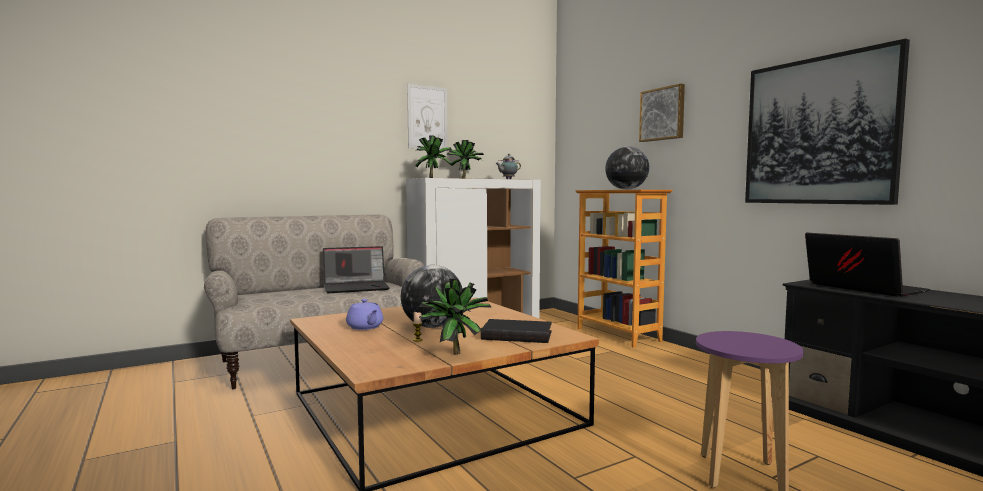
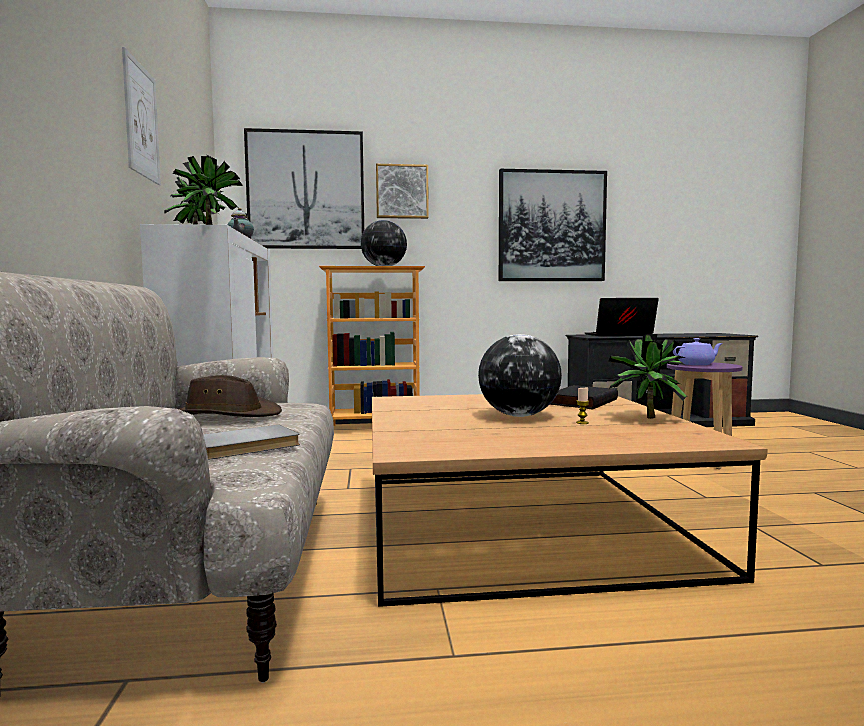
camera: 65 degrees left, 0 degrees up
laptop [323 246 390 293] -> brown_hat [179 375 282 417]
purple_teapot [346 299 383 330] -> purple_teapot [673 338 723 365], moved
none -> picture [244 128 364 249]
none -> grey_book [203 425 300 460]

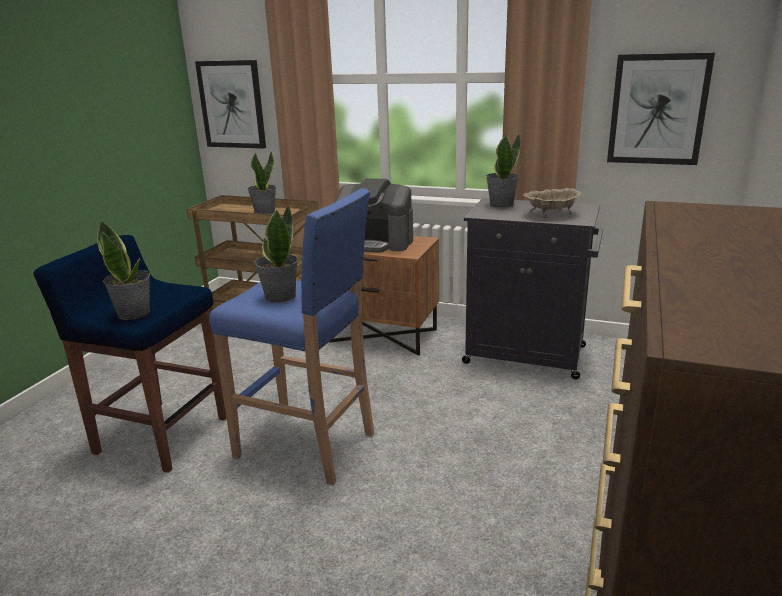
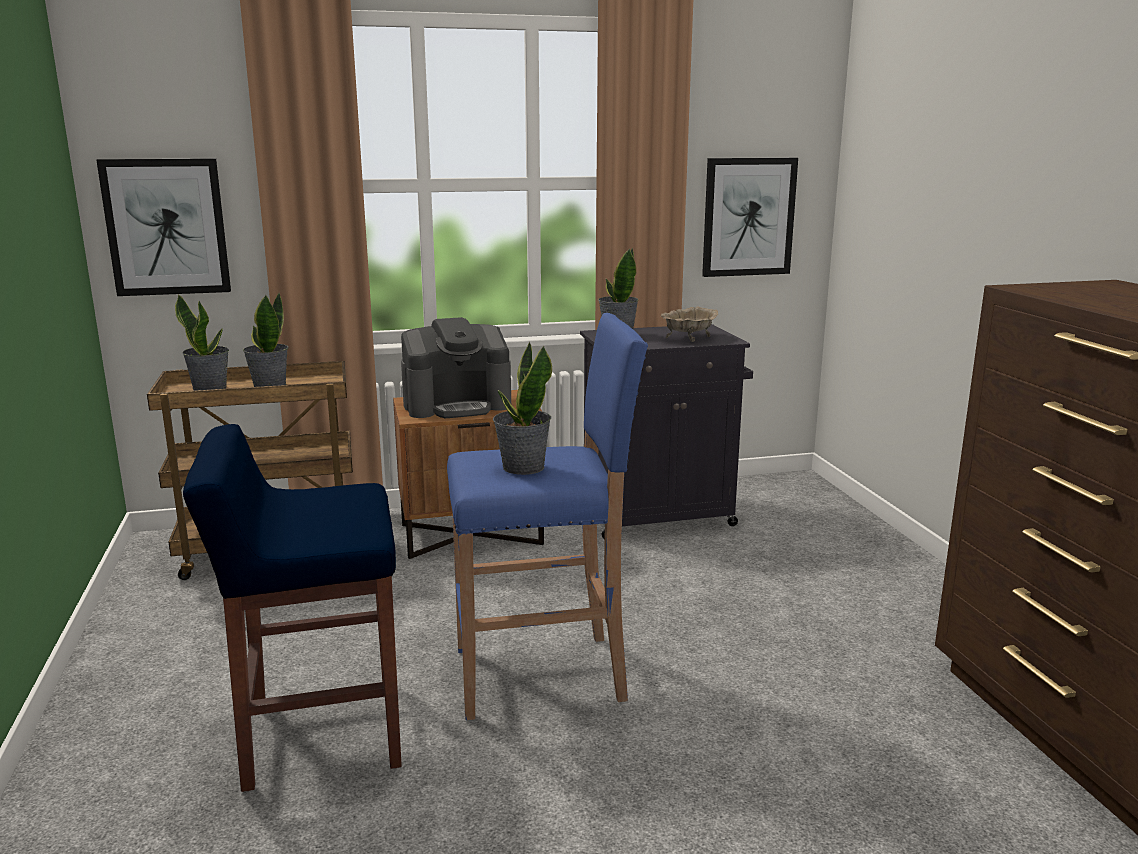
camera: 35 degrees left, 5 degrees down
potted_plant [97 220 150 320] -> potted_plant [175 294 229 391], moved

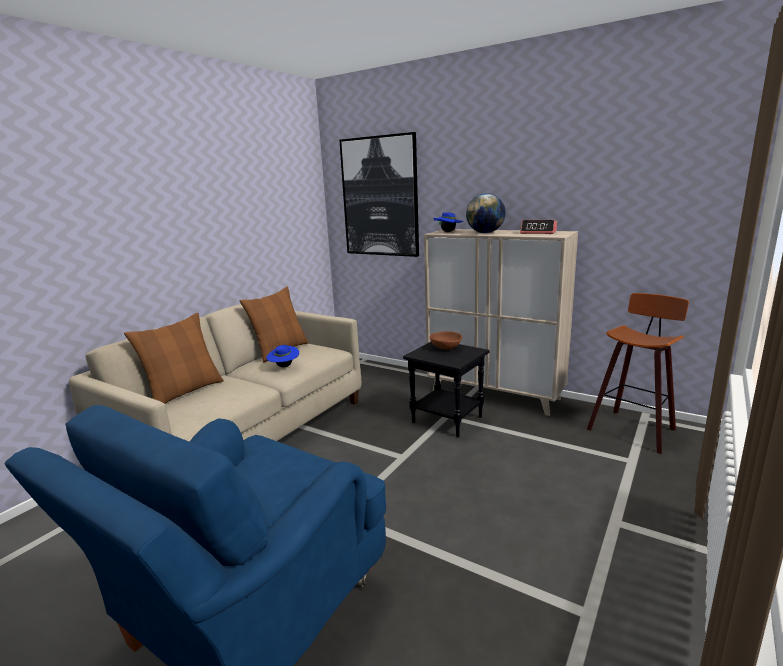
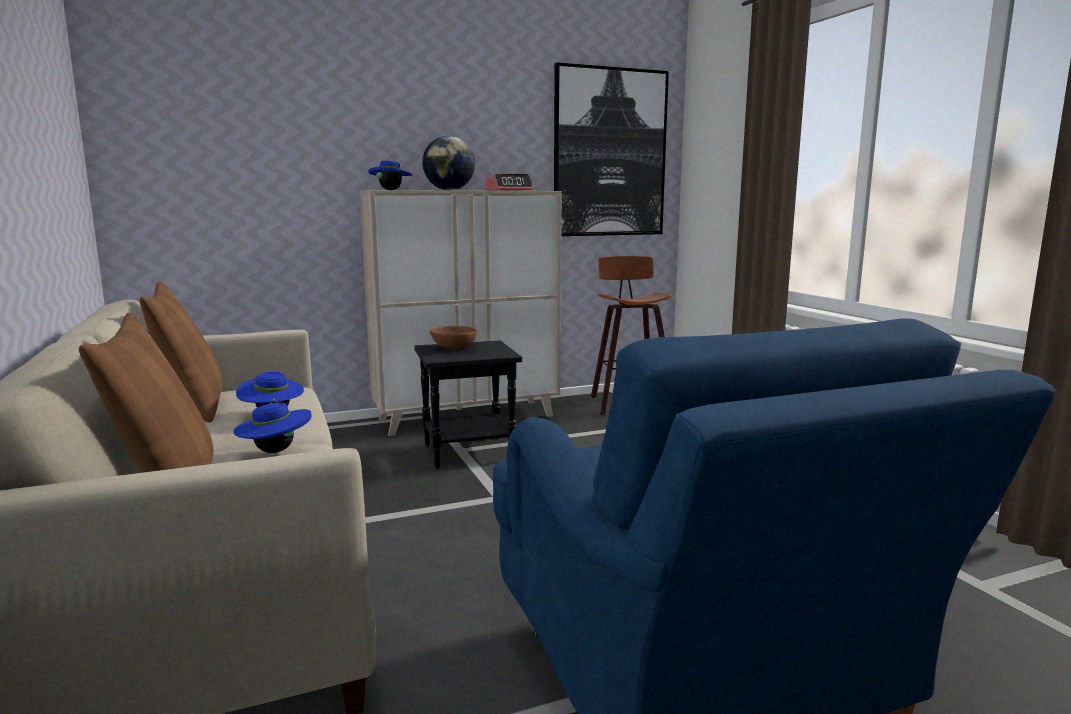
camera: 55 degrees left, 5 degrees down
picture [339 132 419 257] -> picture [554 63 669 236], moved
none -> blue_hat [233 398 312 453]

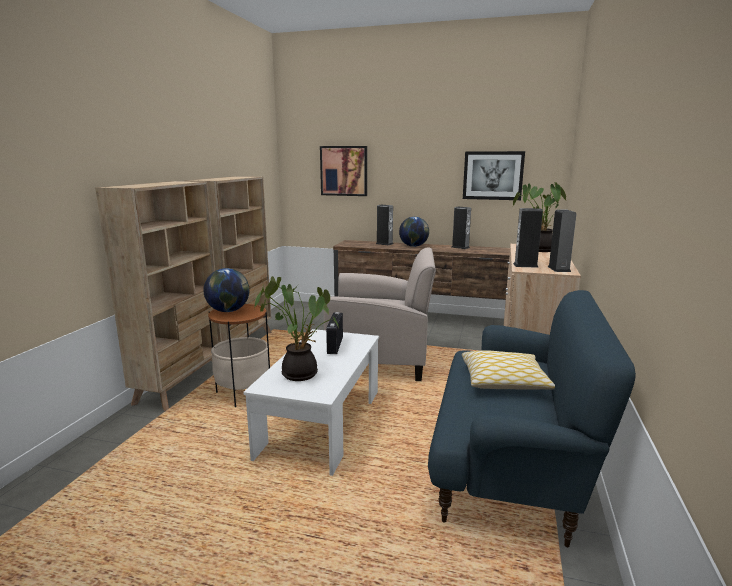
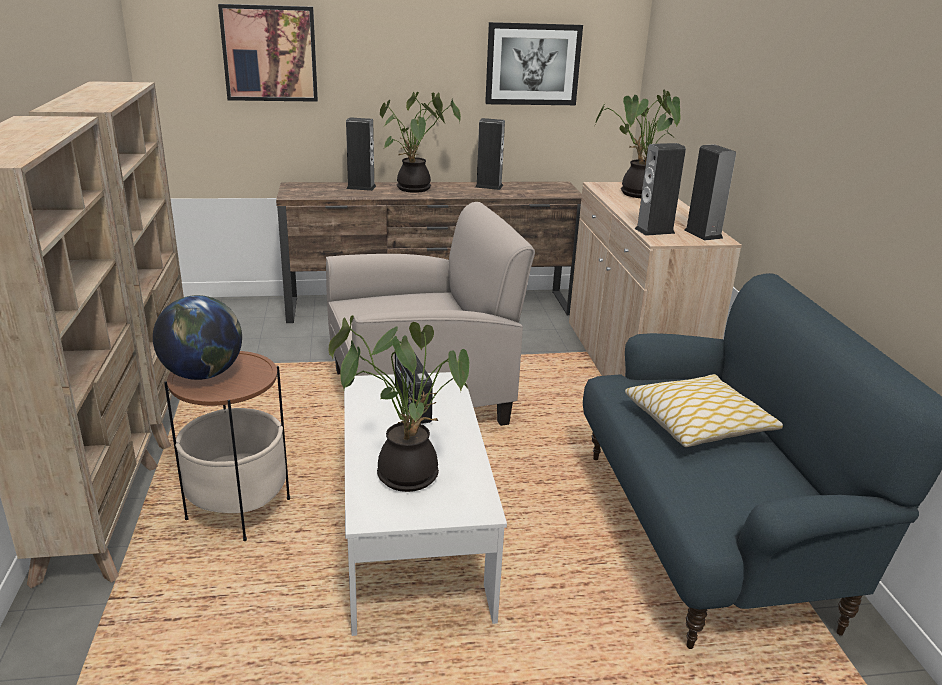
camera: 25 degrees left, 10 degrees up
globe [399 217 429 247] -> potted_plant [380 92 461 193]

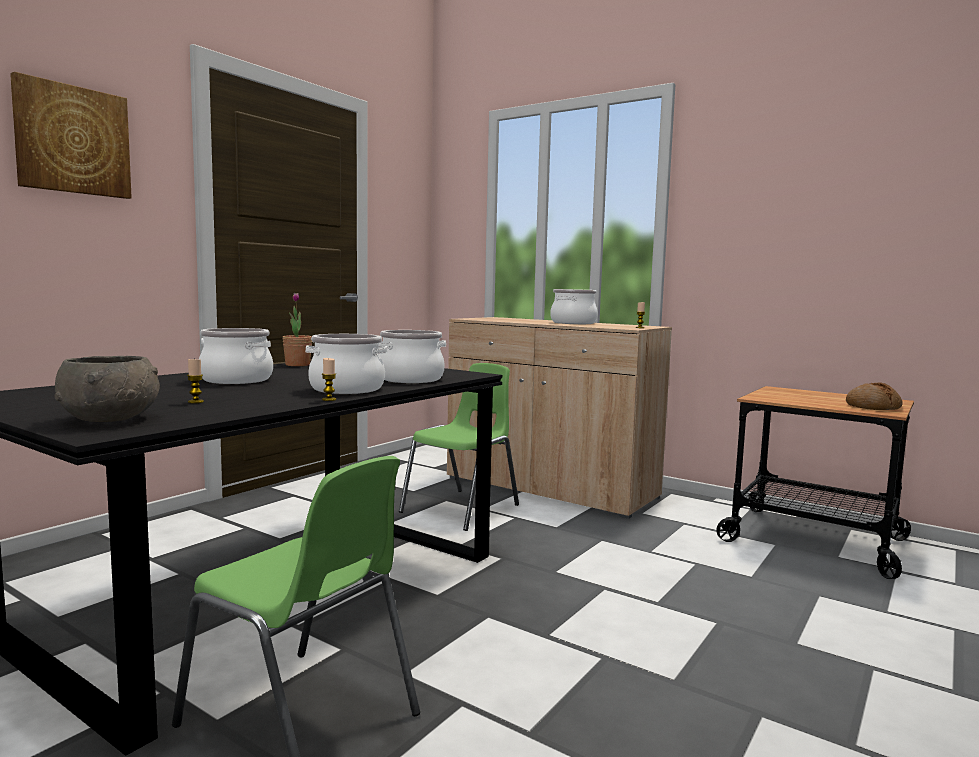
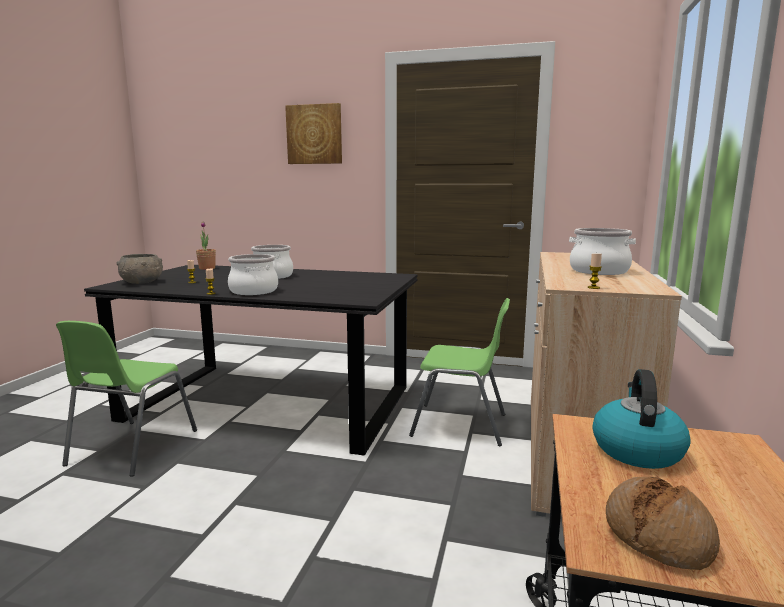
camera: 70 degrees right, 5 degrees up
potted_plant [282 293 312 366] -> potted_plant [196 221 216 270], moved
cooking_pot [379 330 446 383] -> none
none -> kettle [593 369 691 469]

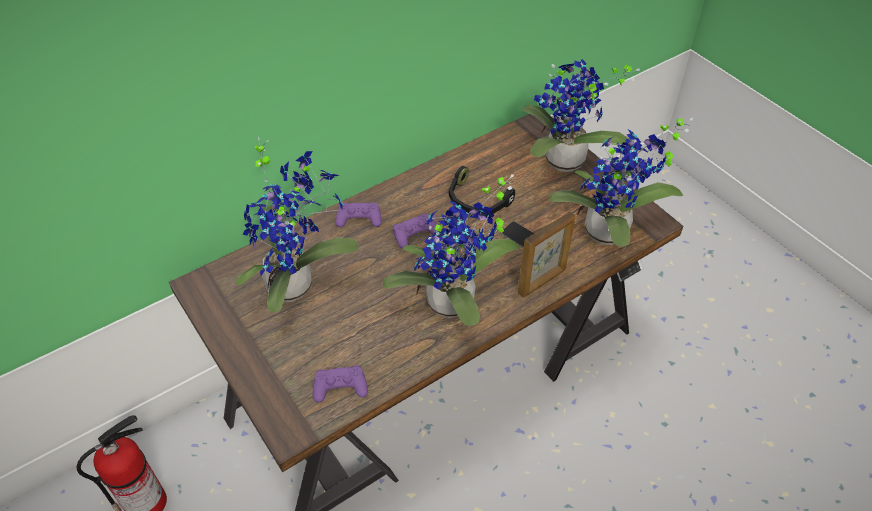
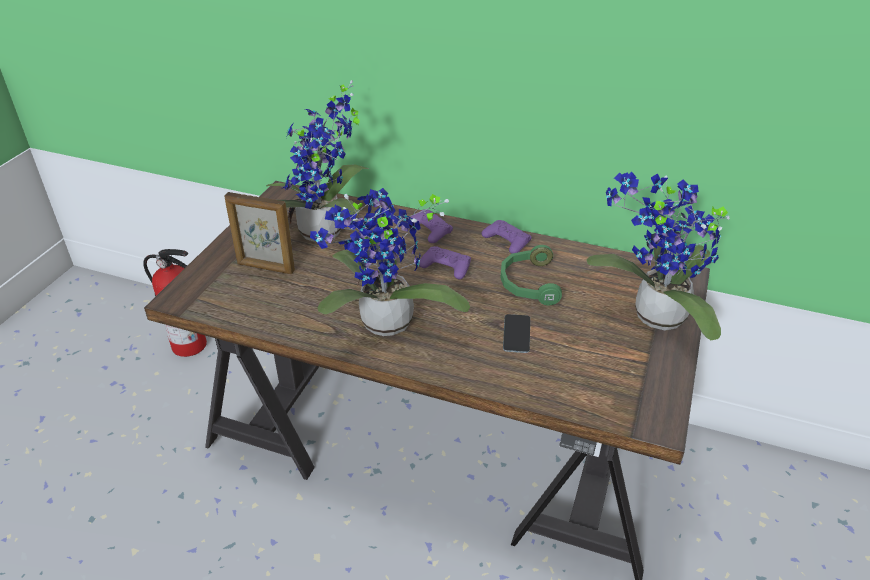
camera: 55 degrees right, 10 degrees down
potted_plant [549 118 694 247] -> none
black_headphones [449 166 515 215] -> green_headphones [501 245 562 306]
picture_frame [518 212 575 297] -> picture_frame [224 192 295 274], moved
purple_game_controller [313 365 368 402] -> purple_game_controller [481 220 532 254], moved

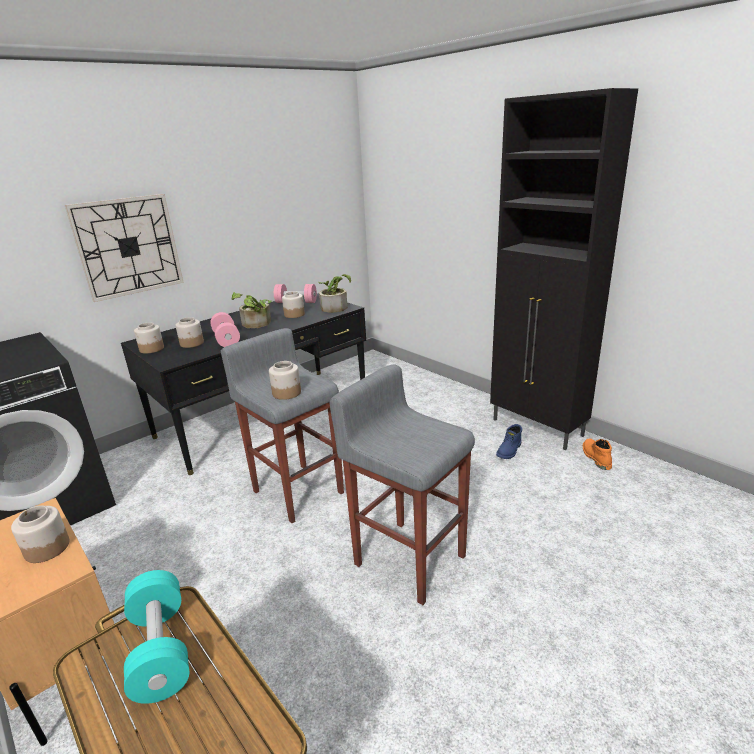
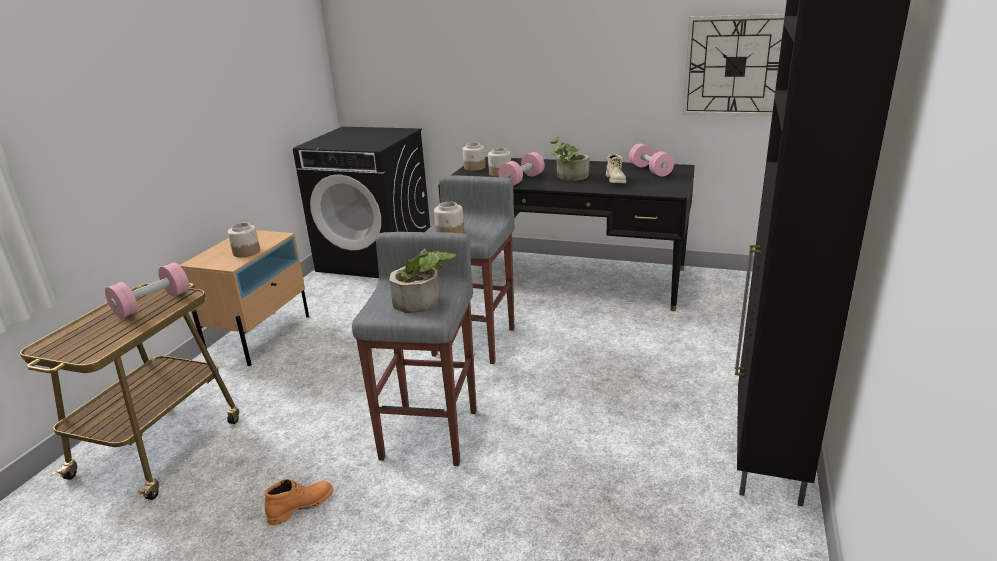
camera: 60 degrees right, 0 degrees up
wall_clock [65 194 184 302] -> wall_clock [683 14 785 116], moved
potted_plant [318 274 351 313] -> potted_plant [389 249 456 313], moved
jar [282 291 305 318] -> beige_boot [606 154 627 183]
blue_boot [496 424 522 459] -> none
orange_boot [583 438 612 470] -> orange_boot [265 479 333 525], moved
turquoise_dumbbell [124 570 189 704] -> pink_dumbbell [105 263 189 318]

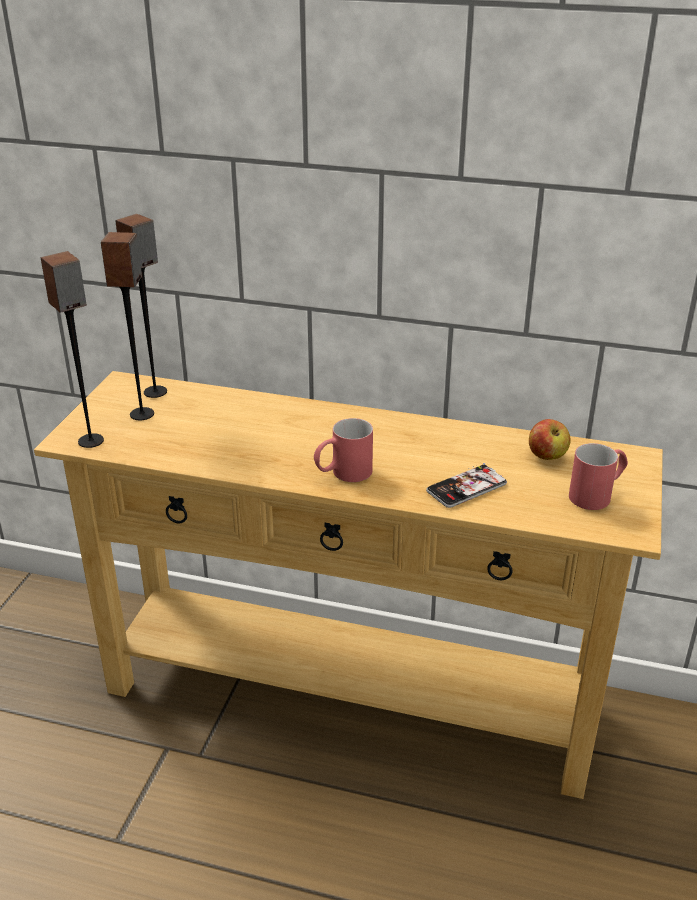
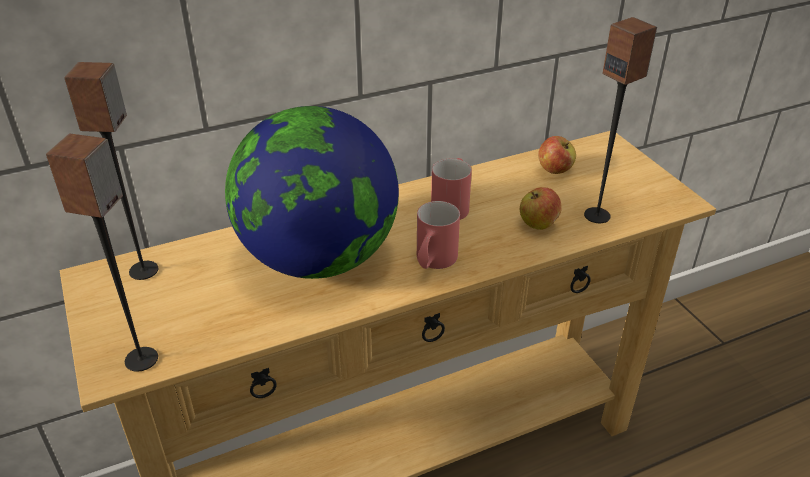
camera: 40 degrees left, 5 degrees up
speaker [101 232 154 420] -> speaker [584 17 657 223], moved
red_mug [569 443 628 510] -> red_mug [431 158 472 220], moved
phone [426 463 507 508] -> apple [520 187 562 230]
none -> globe [225 106 399 279]

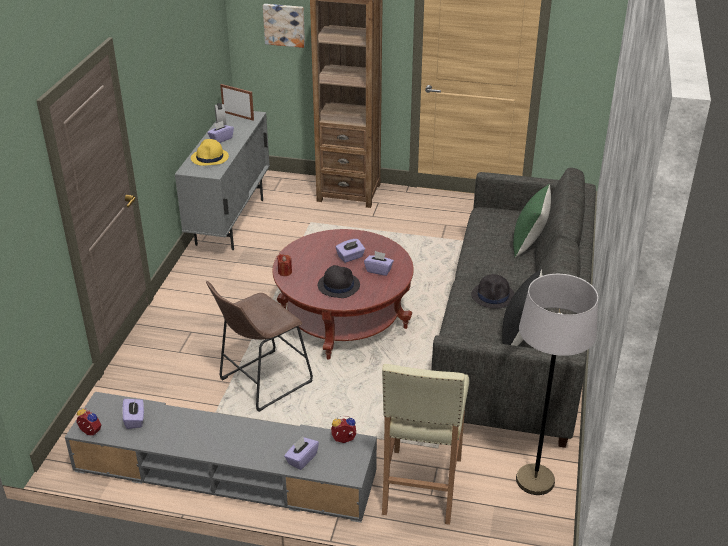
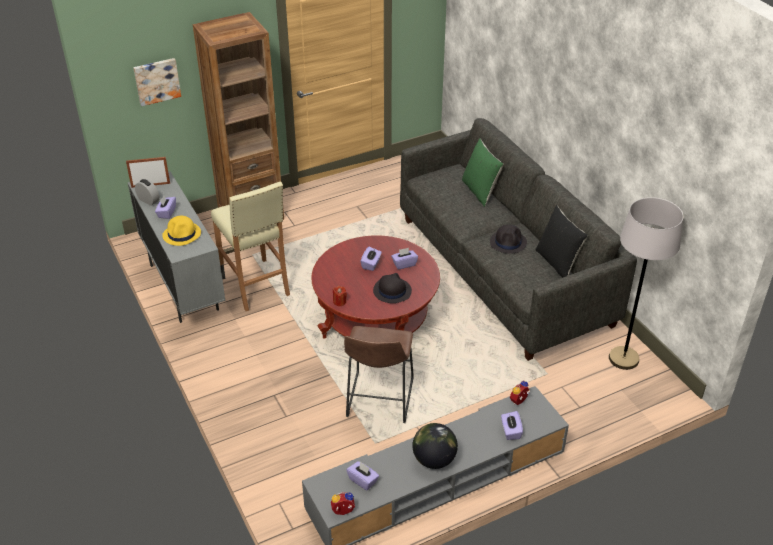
camera: 40 degrees left, 5 degrees up
beige_stool [382 364 469 525] -> beige_stool [211 181 290 311], moved
none -> globe [412 423 458 469]

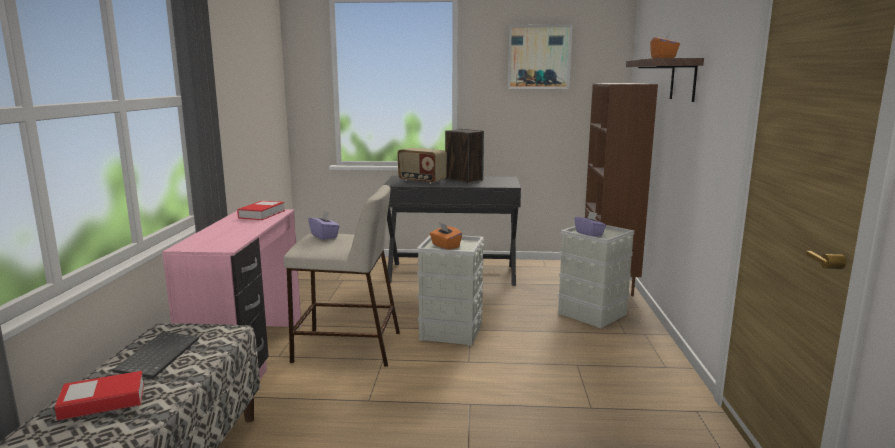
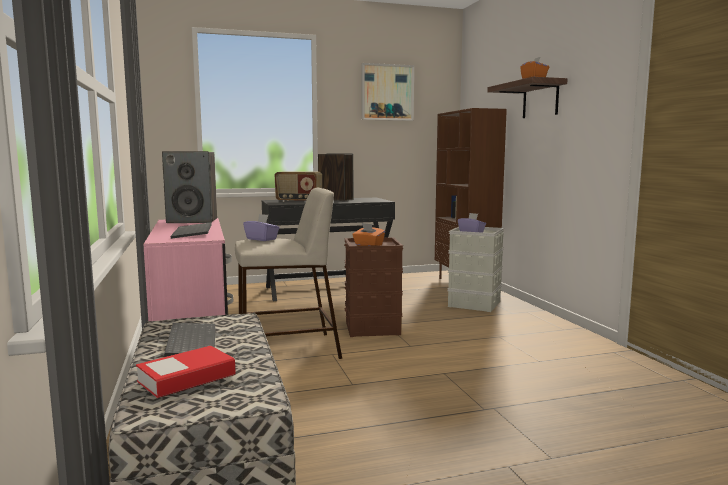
camera: 20 degrees left, 5 degrees down
book [237 201 285 220] -> speaker [162 151 217 223]
grey_storage_box [417 235 484 346] -> brown_storage_box [344 237 403 337]
none -> keyboard [171 223 212 239]

